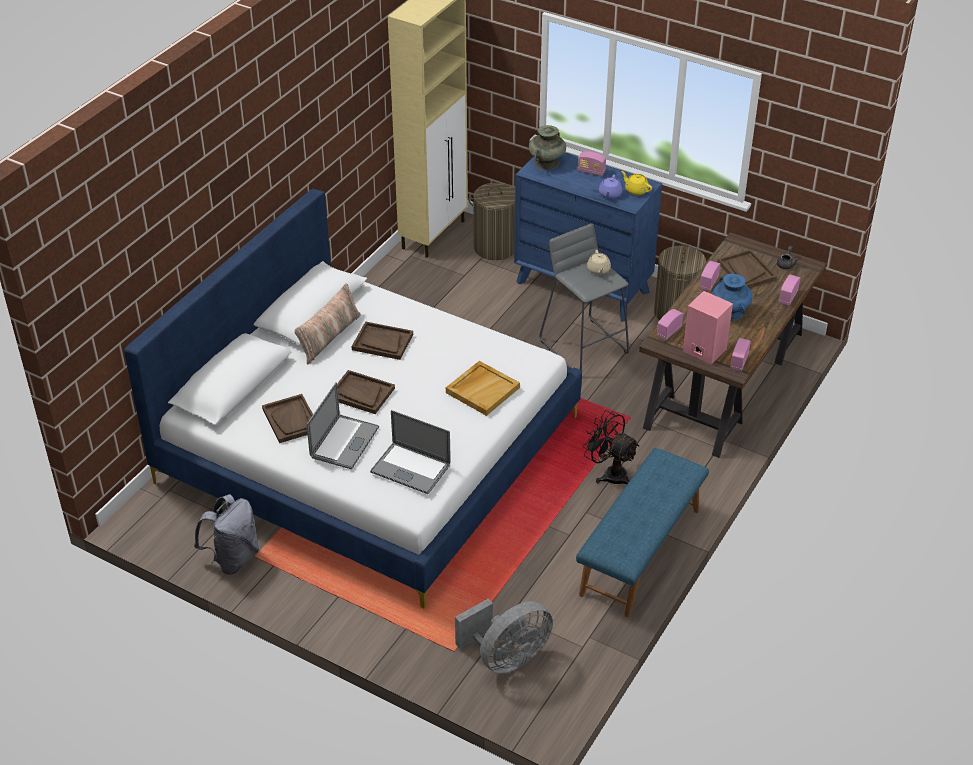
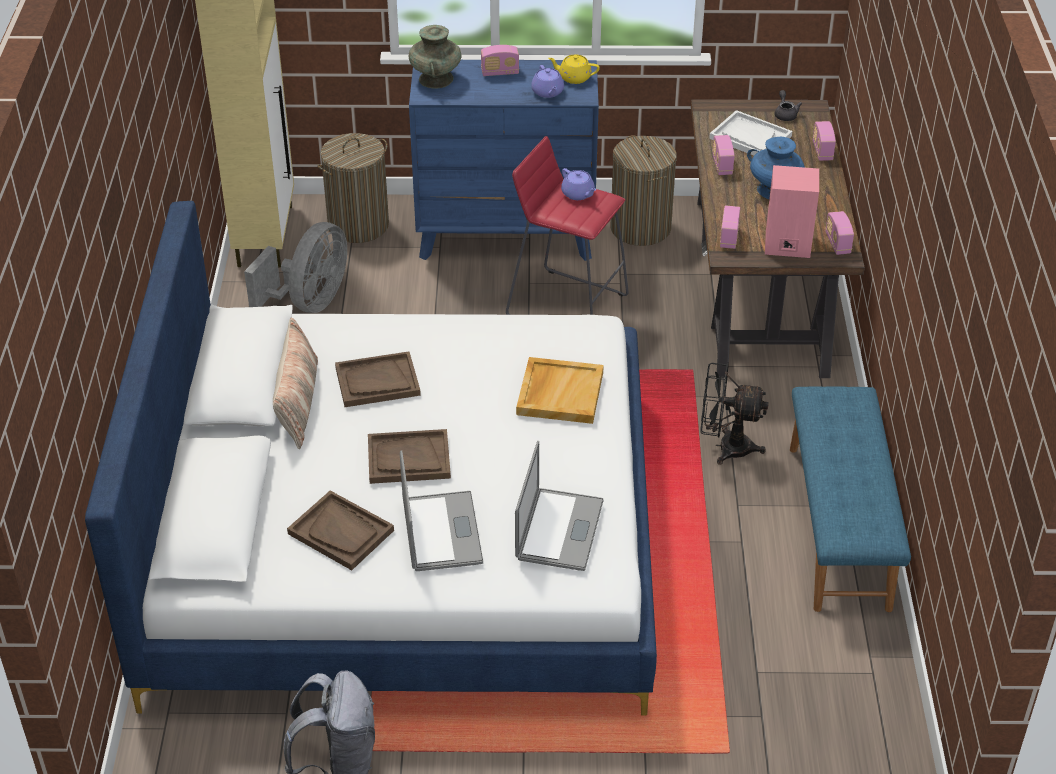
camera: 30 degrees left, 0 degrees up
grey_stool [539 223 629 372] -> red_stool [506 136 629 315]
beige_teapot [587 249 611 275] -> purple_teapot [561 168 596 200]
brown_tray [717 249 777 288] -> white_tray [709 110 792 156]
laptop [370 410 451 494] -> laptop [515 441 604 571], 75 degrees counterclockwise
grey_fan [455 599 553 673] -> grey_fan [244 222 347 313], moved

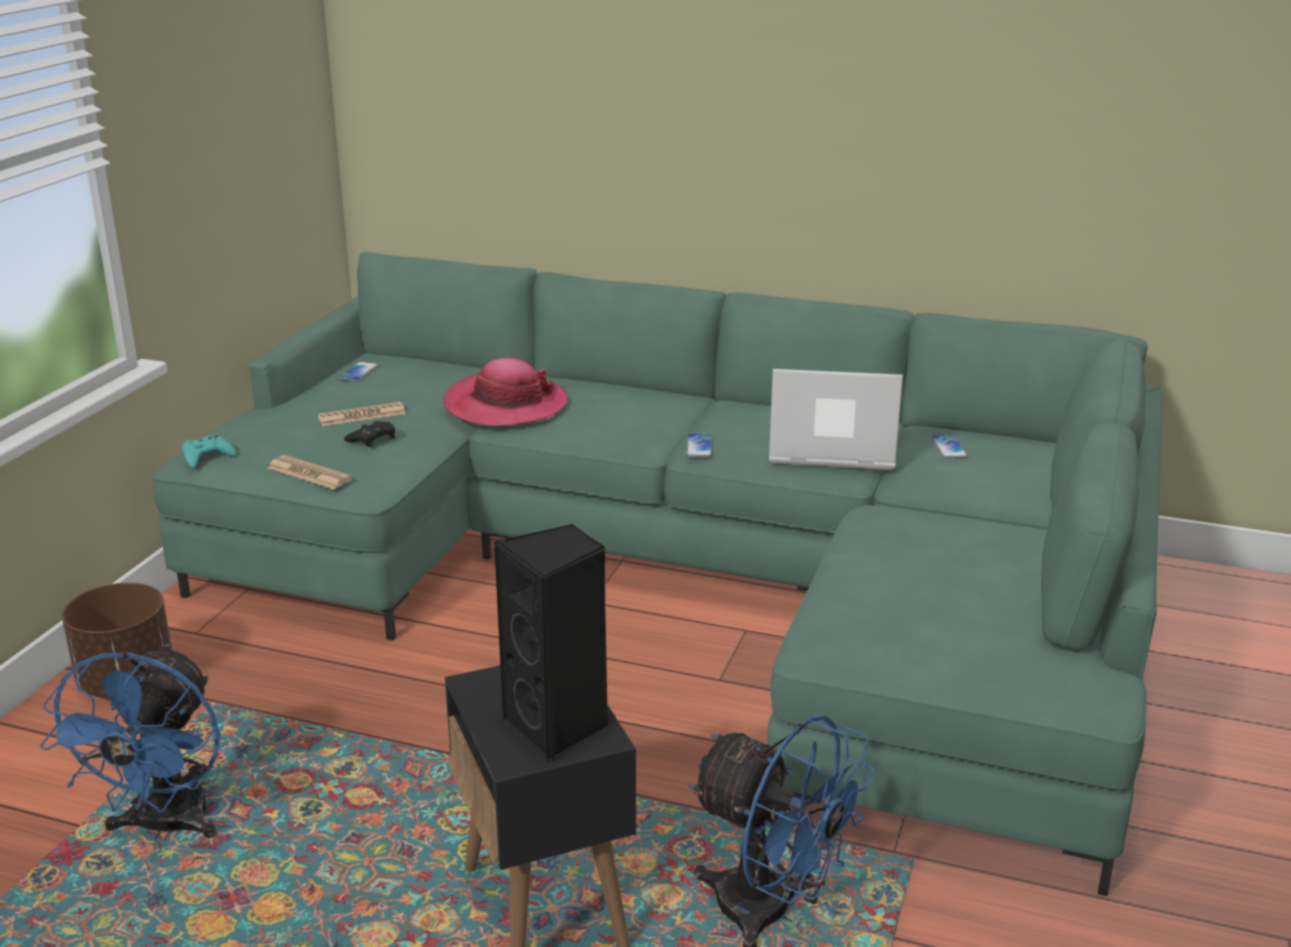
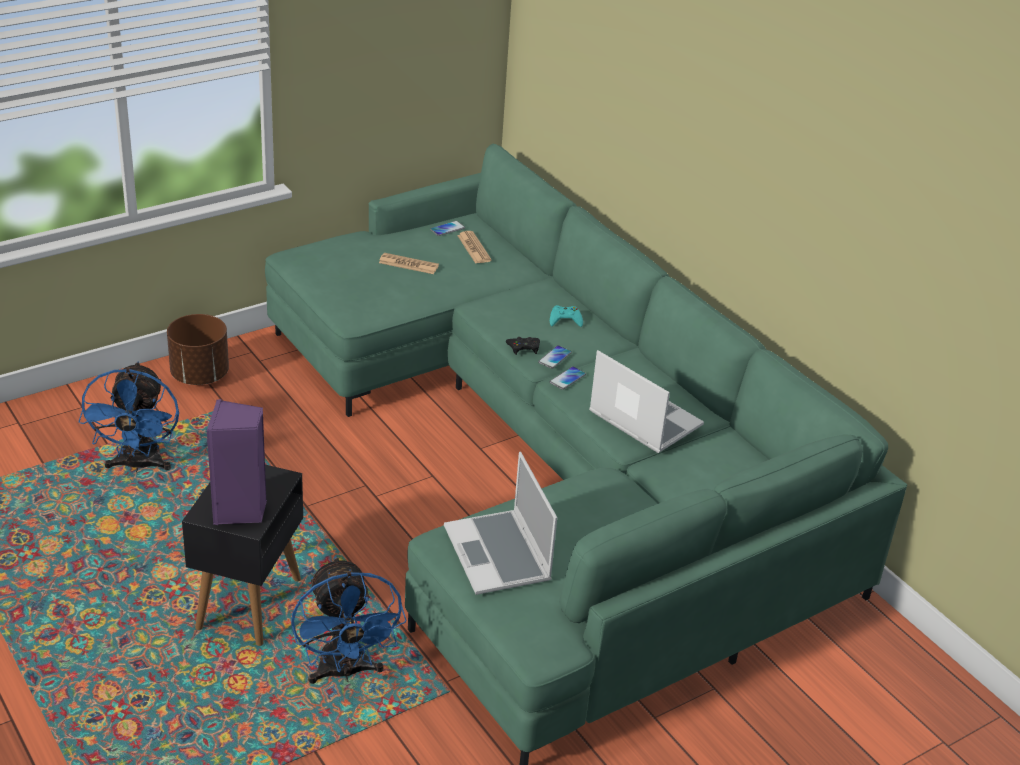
camera: 35 degrees right, 10 degrees up
hat [443 358 568 426] -> none
black_game_controller [344 421 395 447] -> black_game_controller [506 337 540 355], moved
turquoise_game_controller [182 435 236 468] -> turquoise_game_controller [550 305 583 327], moved
phone [931 435 968 459] -> phone [538 345 572 369], moved
newspaper [267 455 353 490] -> newspaper [457 231 492 264], moved
black_speaker [494 524 608 762] -> purple_speaker [207 399 267 525]
blue_fan [40 644 220 840] -> blue_fan [79 362 179 472], 45 degrees counterclockwise
none -> laptop [444 452 557 595]

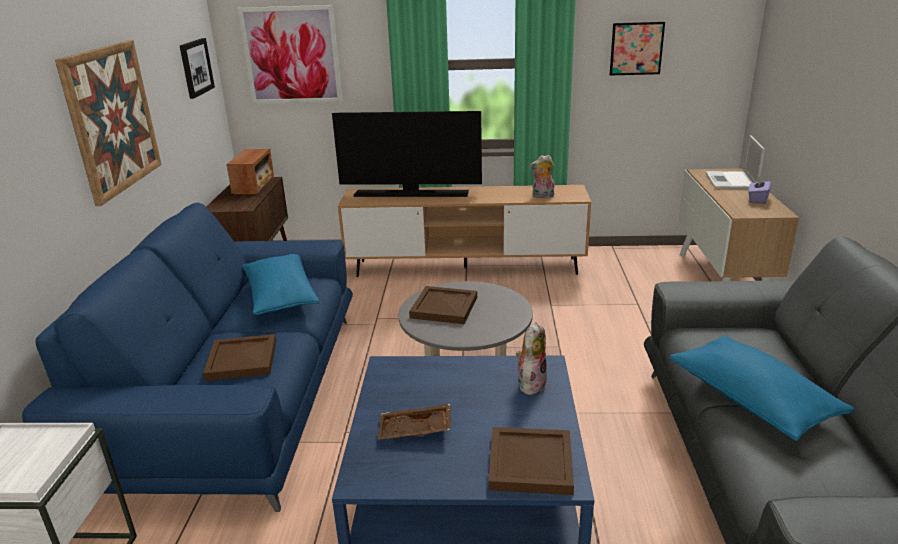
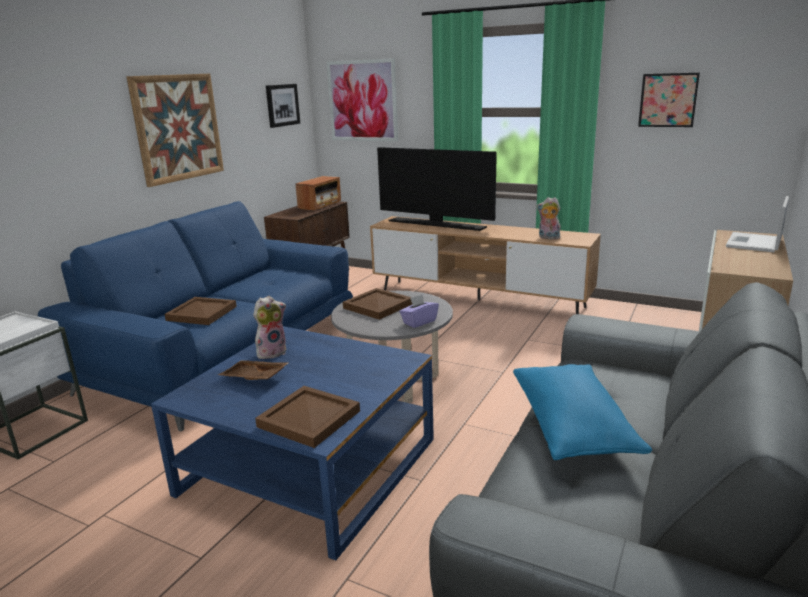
camera: 25 degrees right, 5 degrees down
purple_tissue_box [748 177 771 204] -> purple_tissue_box [399 294 439 328], moved
blue_pillow [242 254 319 315] -> none
plush_toy [516 322 547 395] -> plush_toy [253 296 286 359], moved

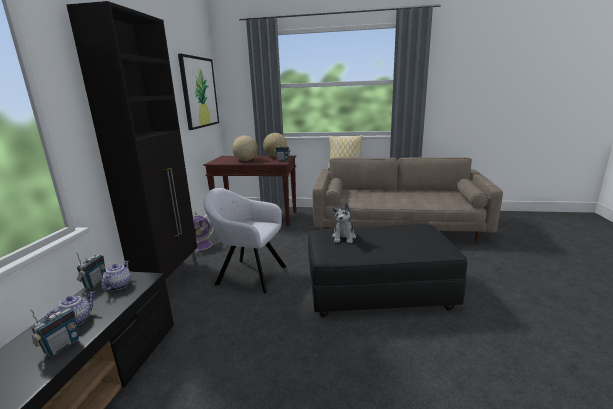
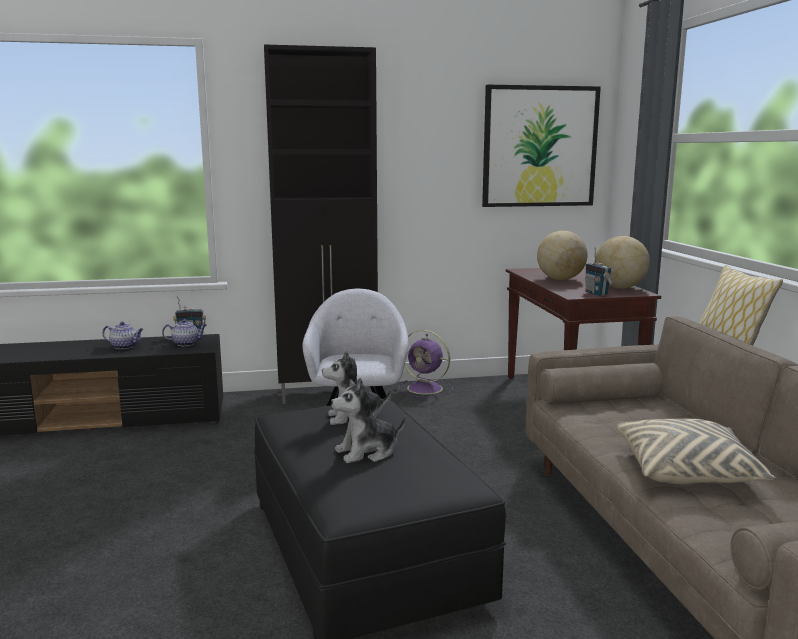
camera: 70 degrees right, 5 degrees down
radio [29 308 79 356] -> none
none -> plush_toy [331 378 406 463]
none -> beige_pillow [616 419 777 484]

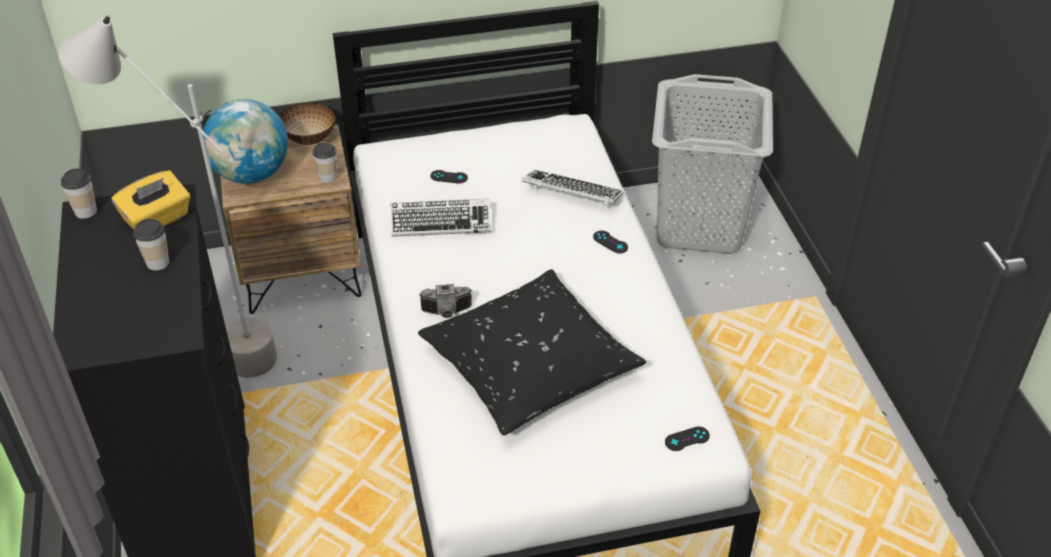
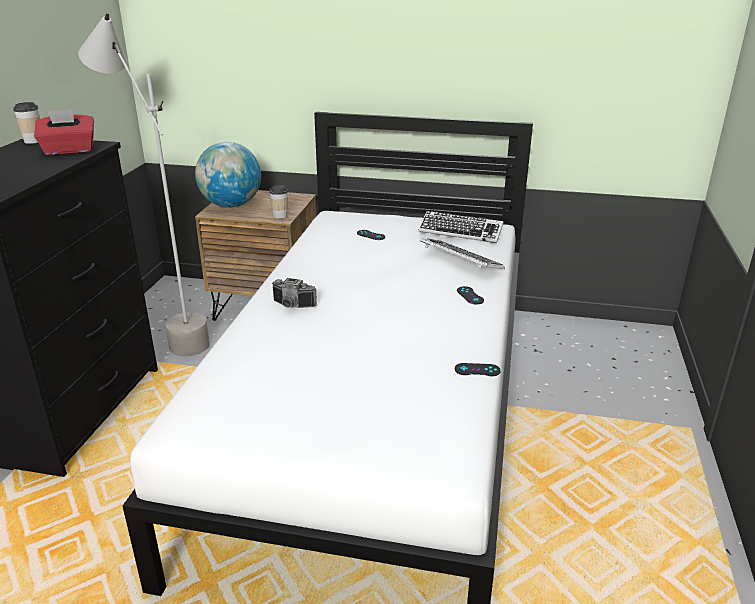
camera: 25 degrees right, 15 degrees down
grey_laundry_basket [652 74 773 254] -> none
bowl [279 102 335 145] -> none
yellow_tissue_box [111 171 190 230] -> red_tissue_box [34 109 94 155]
keyboard [391 199 492 237] -> keyboard [418 211 503 243], moved
cup [133 219 169 270] -> none
black_pillow [418 269 646 435] -> none
black_game_controller [665 427 710 451] -> black_game_controller [455 363 501 376], moved

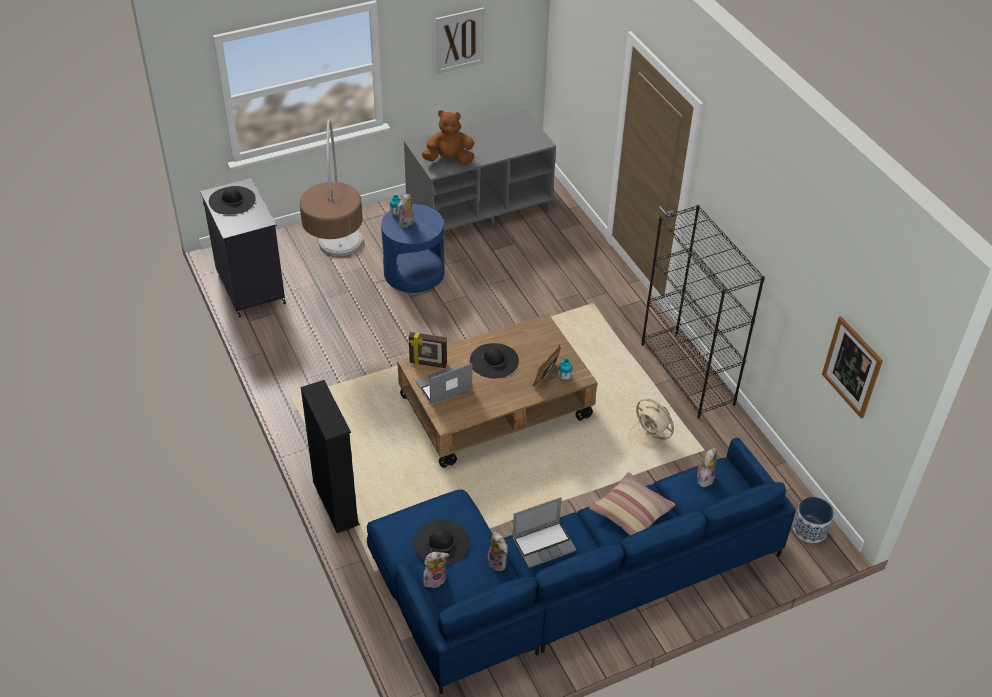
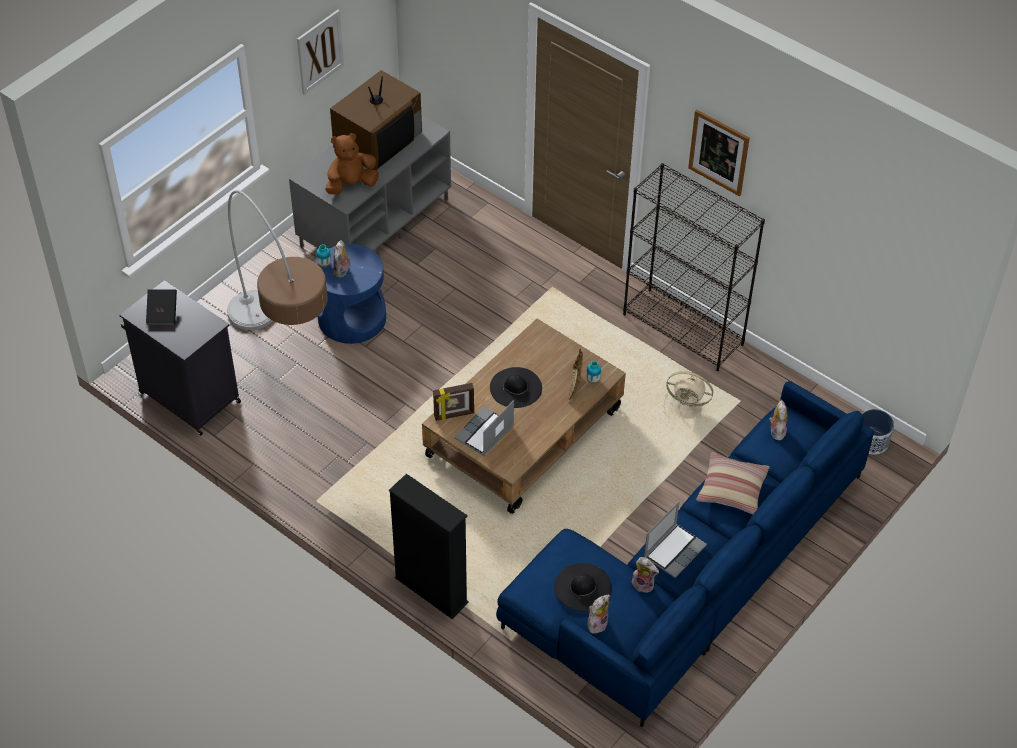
camera: 25 degrees left, 5 degrees up
black_hat [209 186 256 215] -> black_book [146 289 177 325]
picture [822 316 883 419] -> picture [688 110 750 196], moved
none -> television [330 70 422 170]

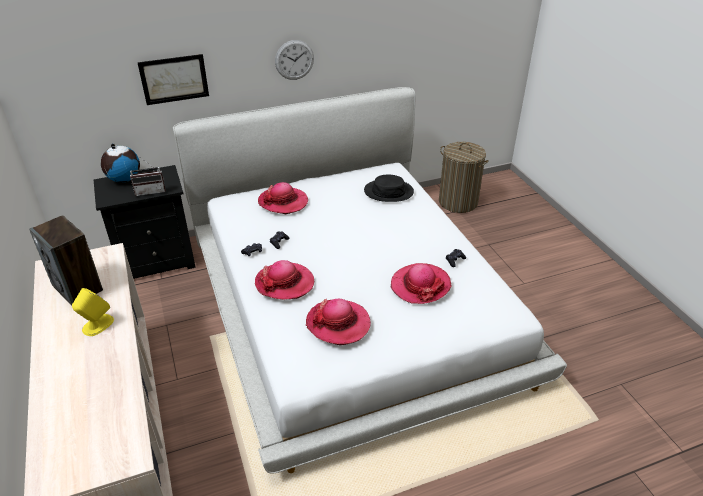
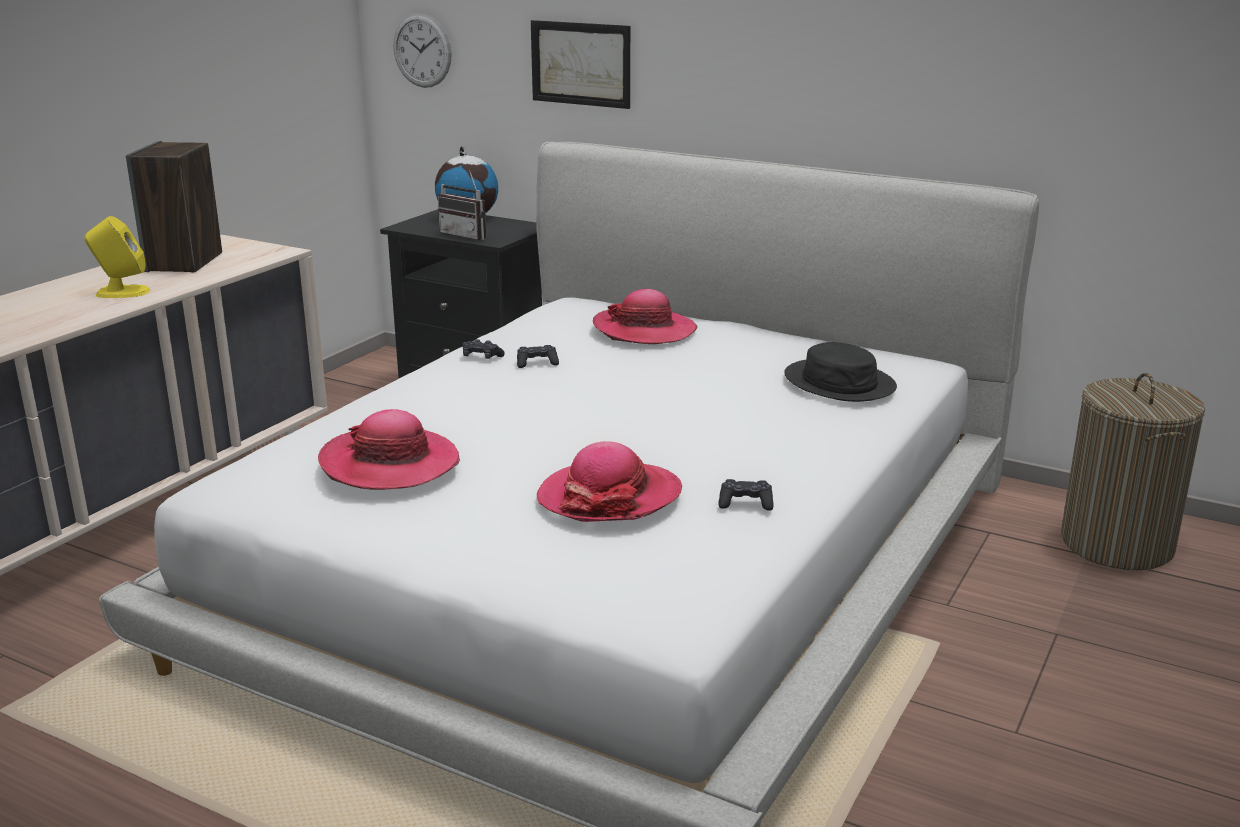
camera: 50 degrees right, 15 degrees down
wall_clock [275 40 314 80] -> wall_clock [393 13 452 88], moved
hat [255 260 314 300] -> none

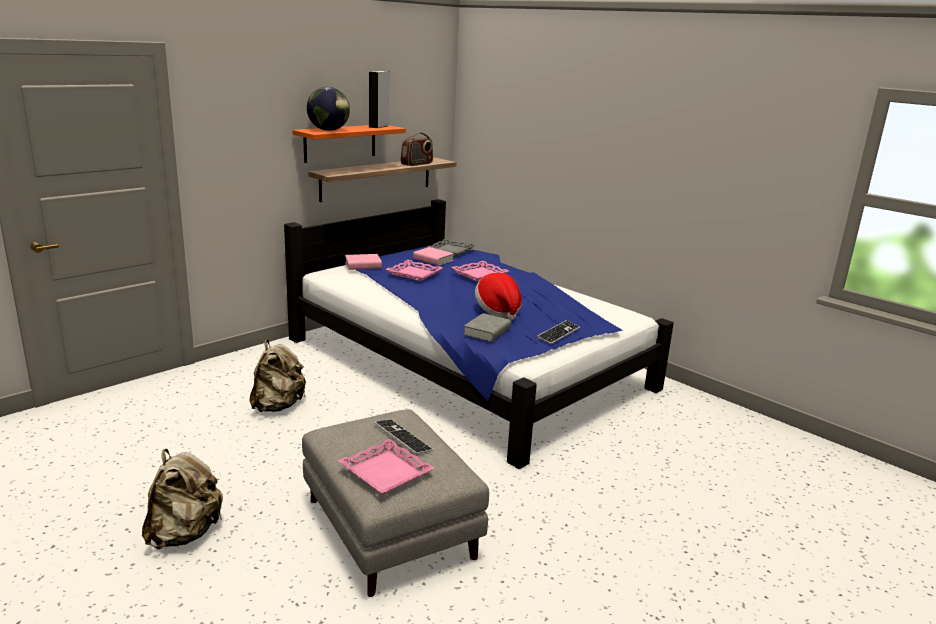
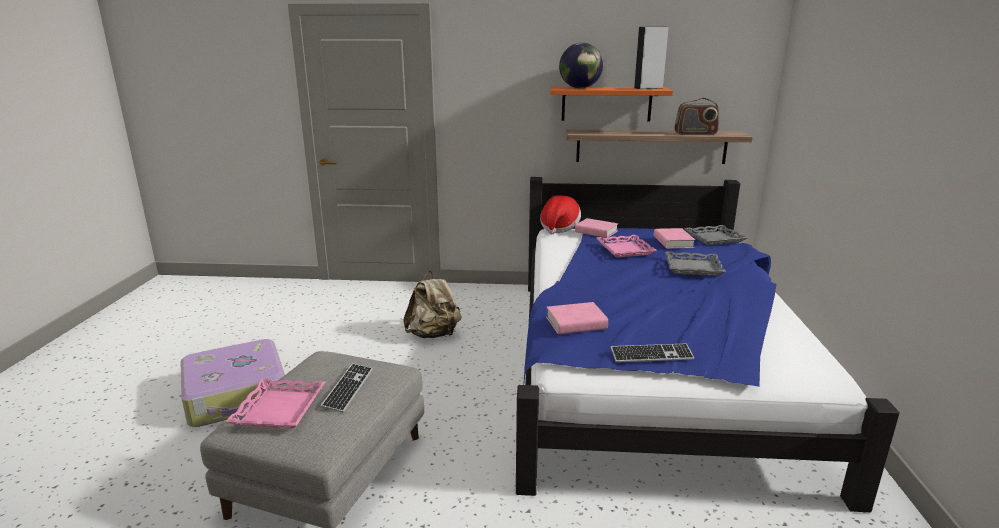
camera: 50 degrees right, 0 degrees up
pink_tray [451 261 509 282] -> grey_tray [665 251 726 276]
hat [475 273 522 320] -> hat [540 195 581 234], moved
grey_book [463 313 511 342] -> pink_book [546 302 608 334]
beige_backpack [142 449 223 549] -> suitcase [181 339 285 427]

